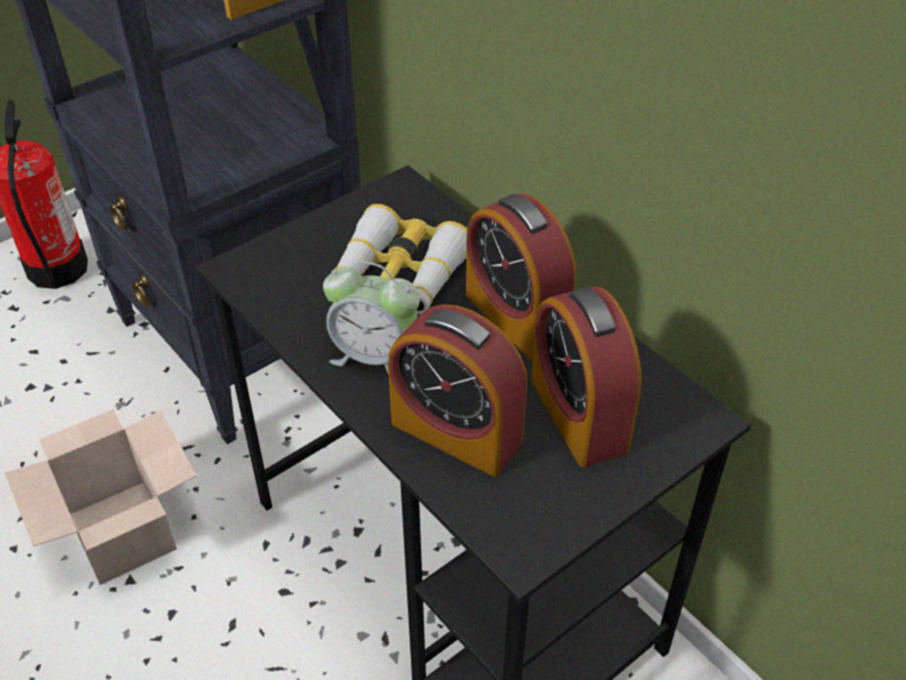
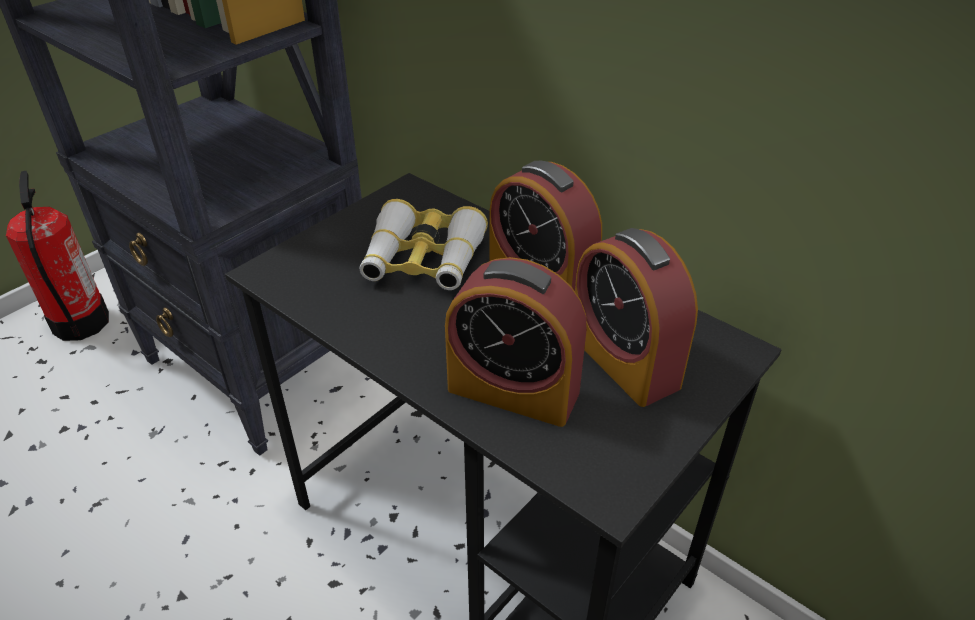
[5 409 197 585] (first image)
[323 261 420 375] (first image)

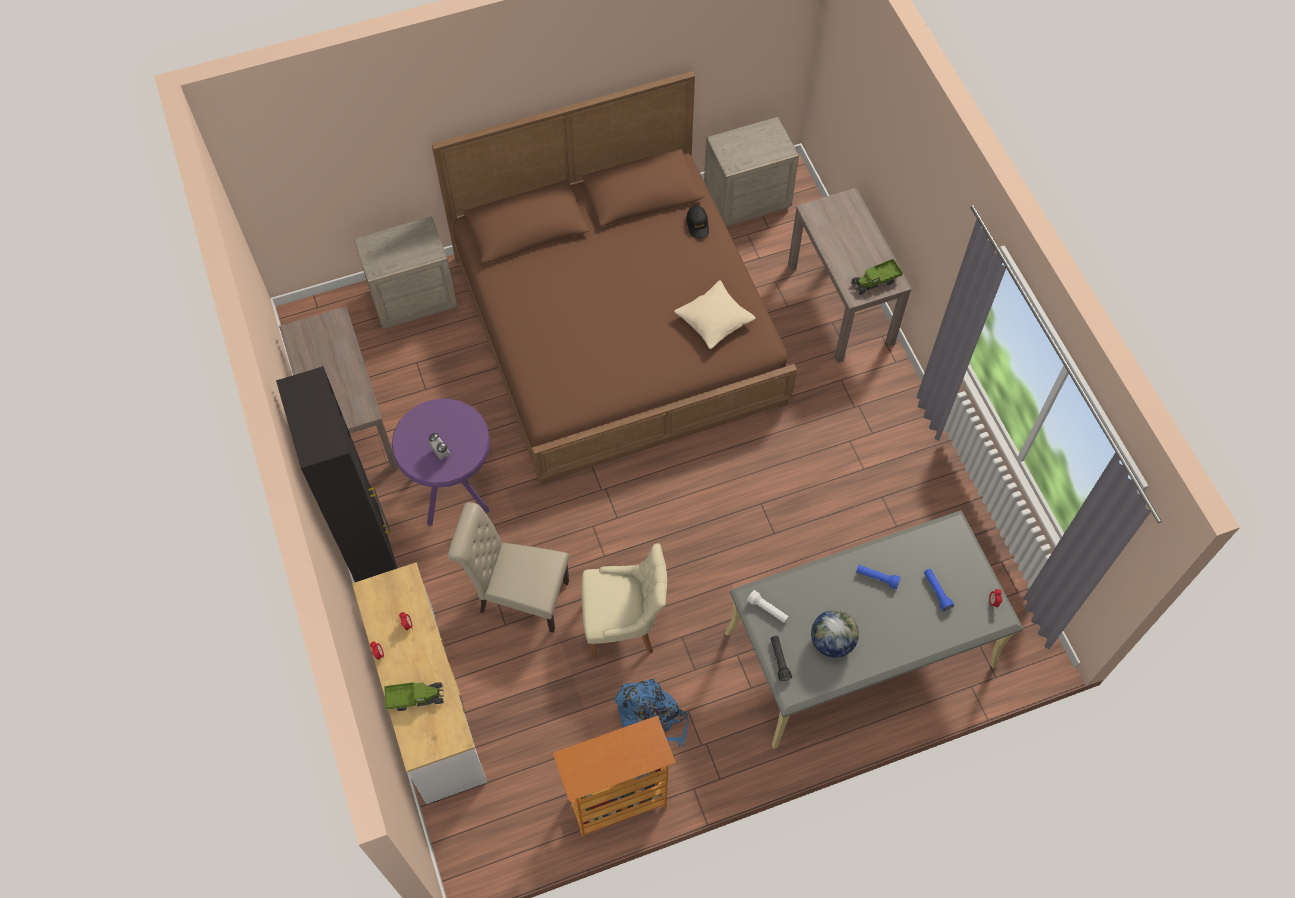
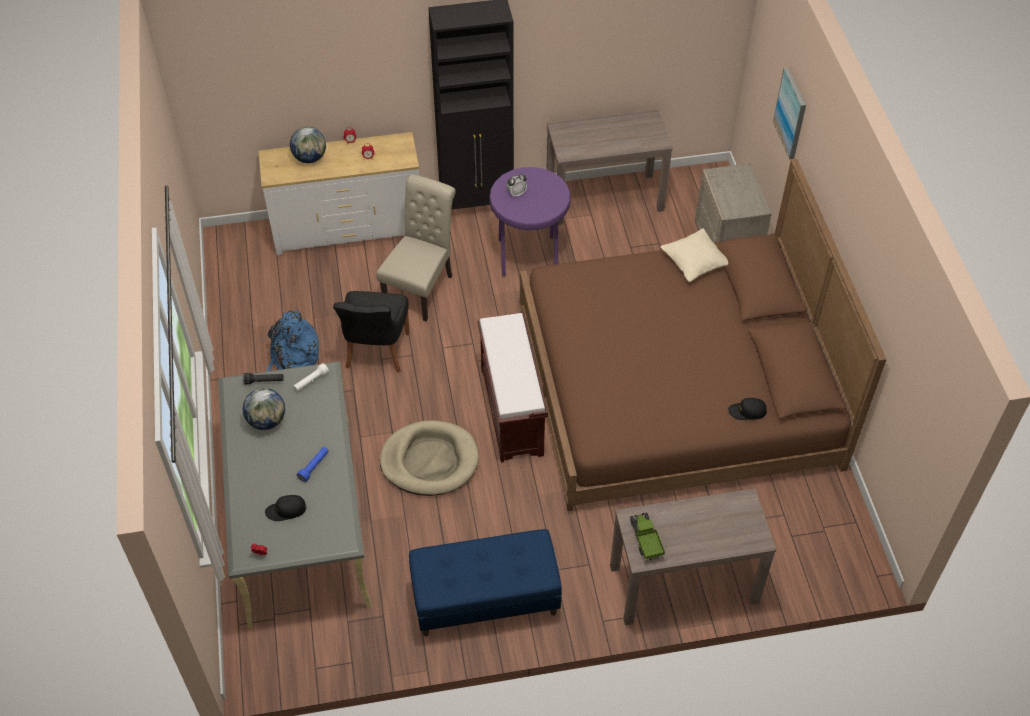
[265 495 307 521]
[290 127 326 163]
[333 291 410 373]
[380 420 479 496]
[409 529 562 636]
[477 312 548 463]
[660 228 728 282]
[773 68 806 159]
[553 715 676 838] (first image)
[704 117 799 227] (first image)

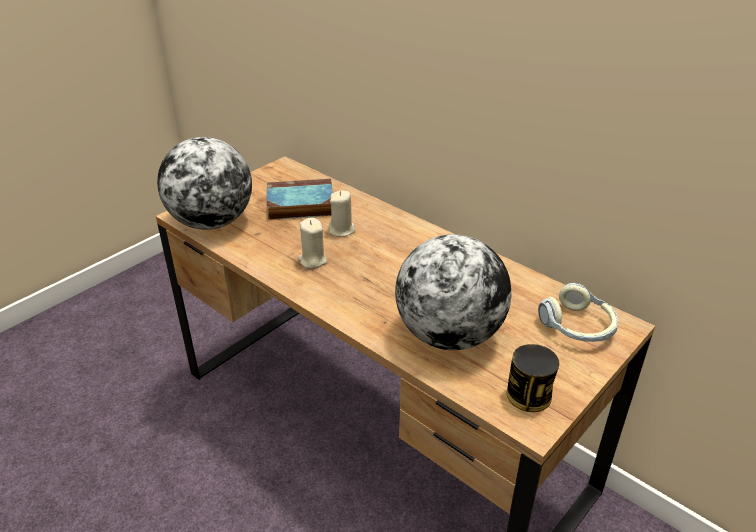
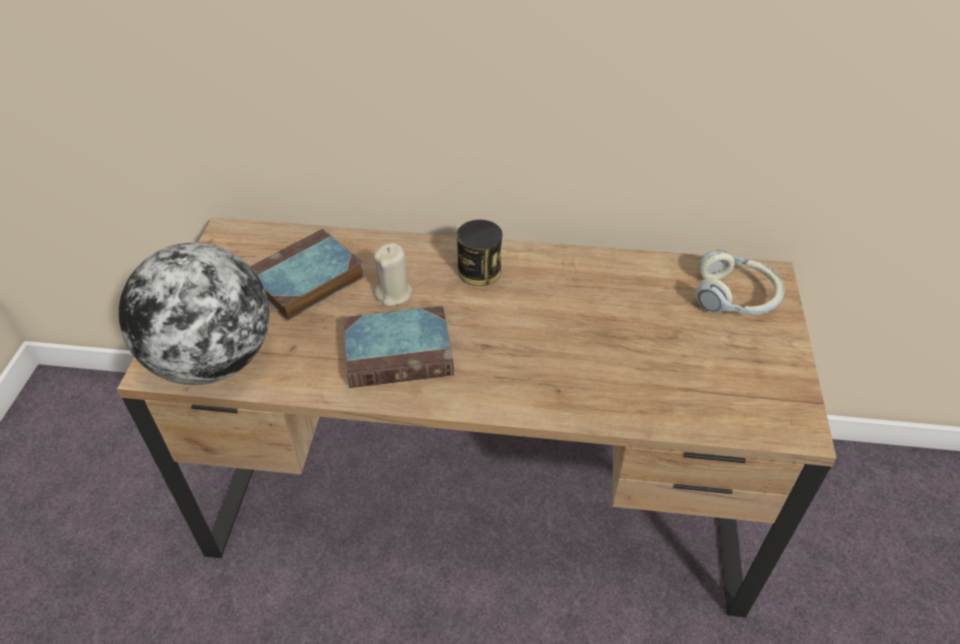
[344 306 454 388]
[457 220 502 286]
[395 234 512 350] (first image)

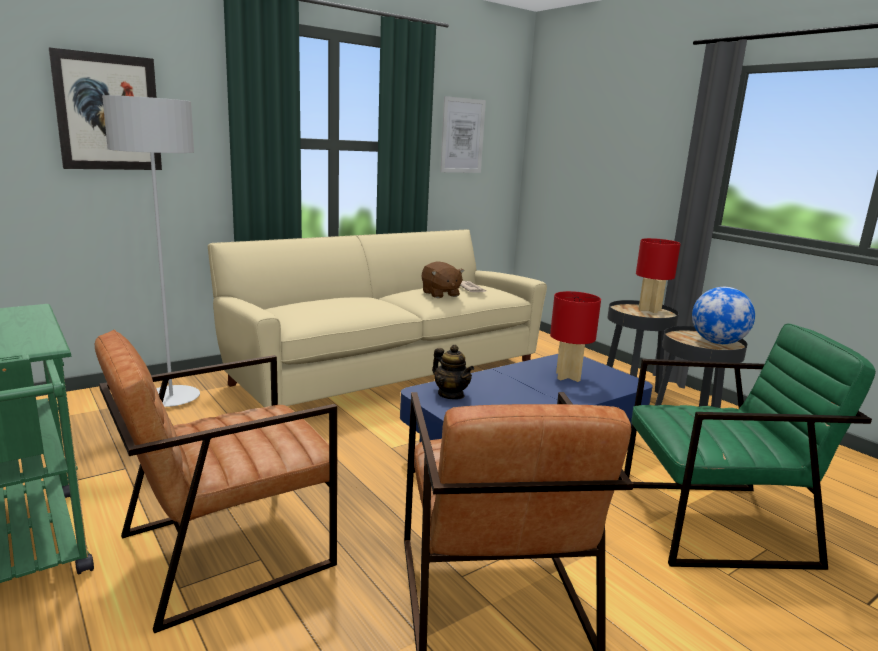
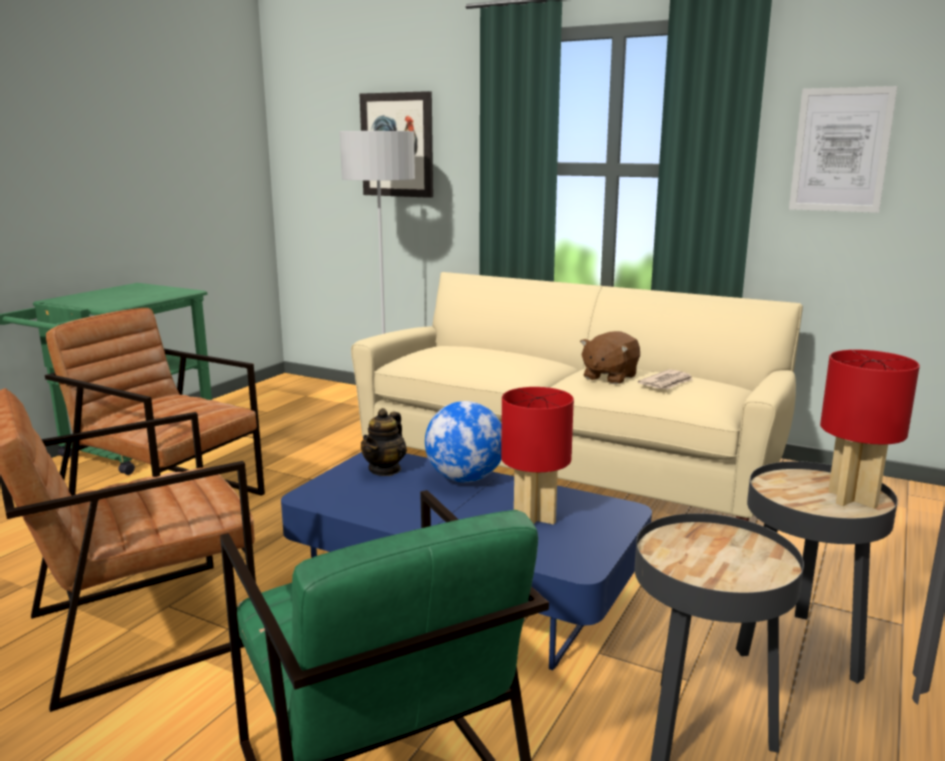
[425 401 502 483]

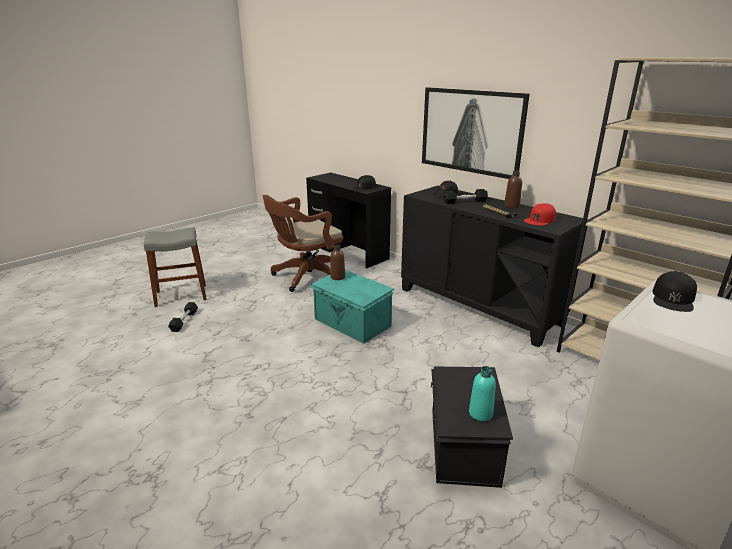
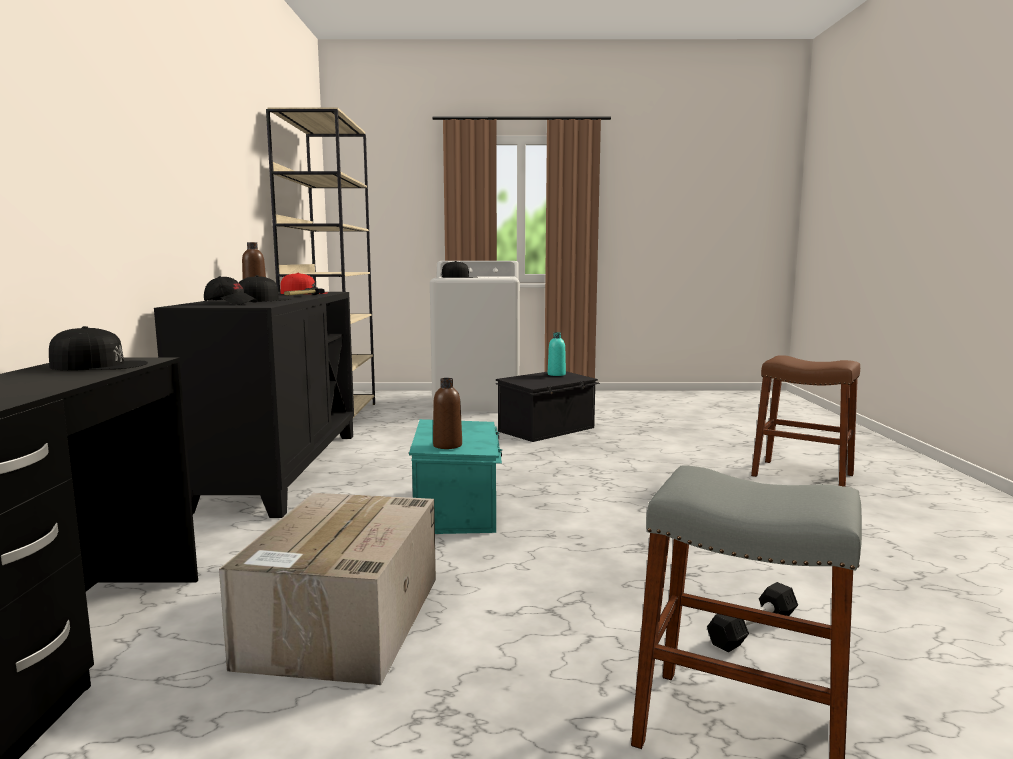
[219 493 436 685]
[239 275 291 302]
[751 355 860 487]
[422 87 530 179] (first image)

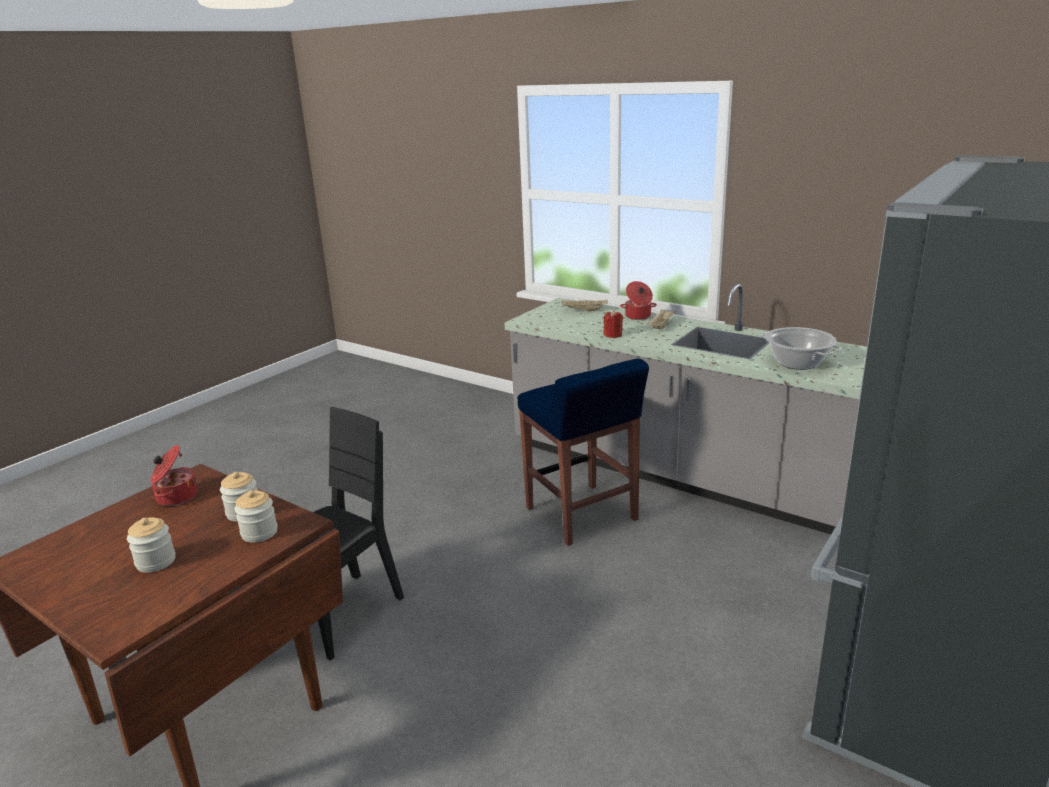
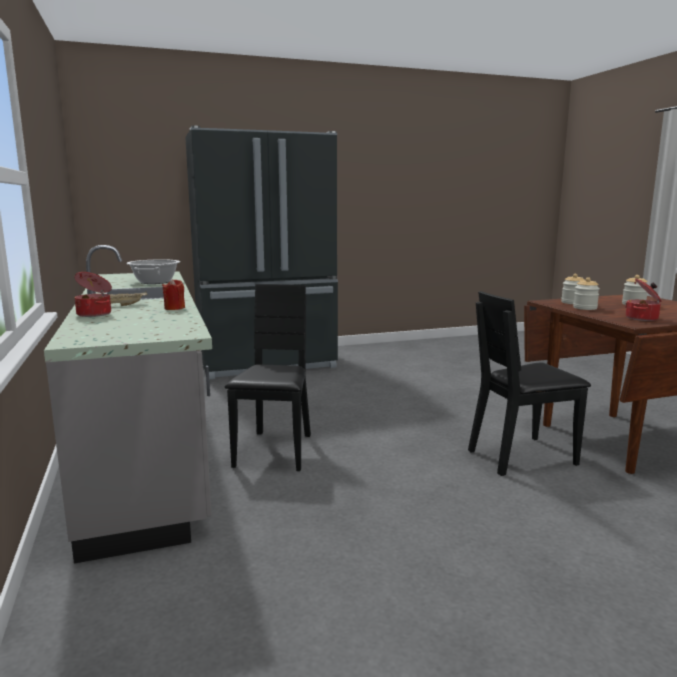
[225 284 311 471]
[562 299 608 312] (first image)

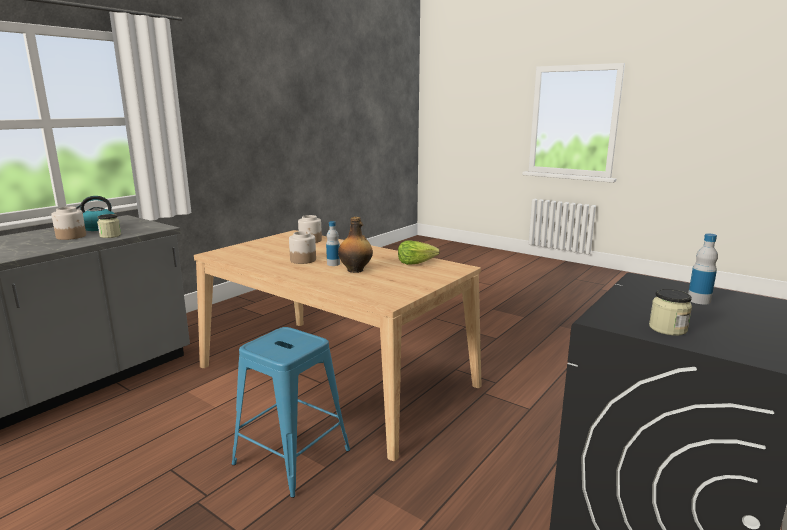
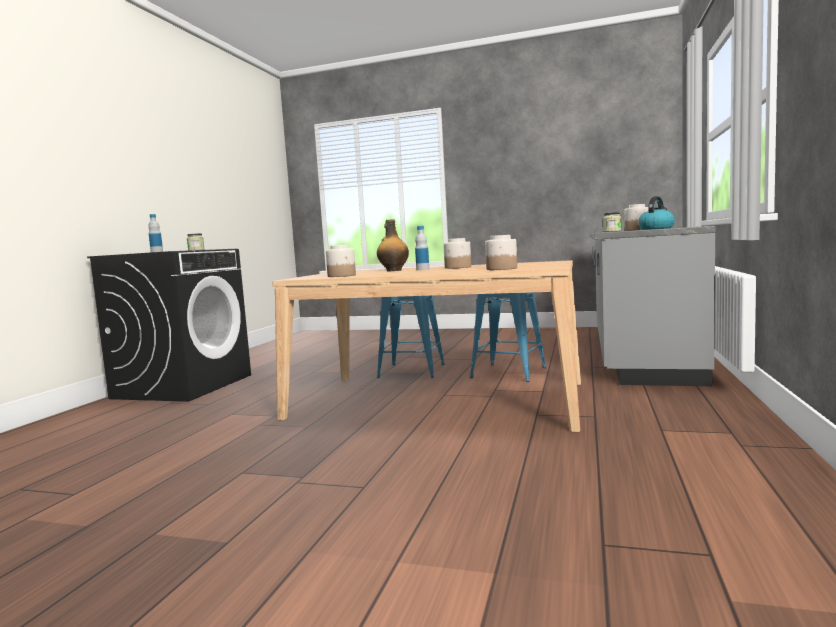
[326 245 356 277]
[470 292 546 382]

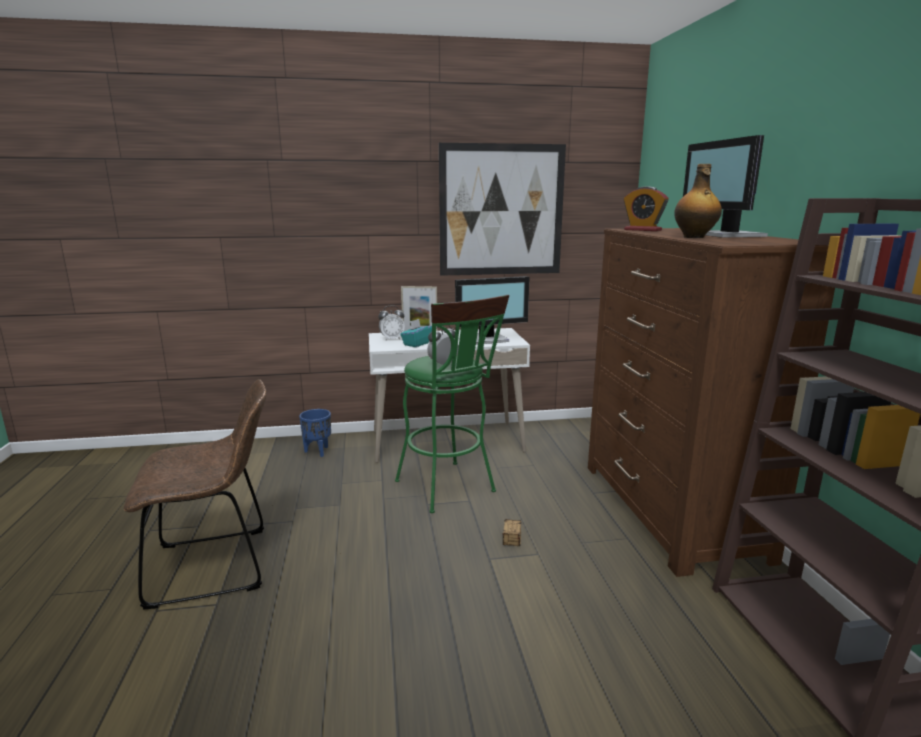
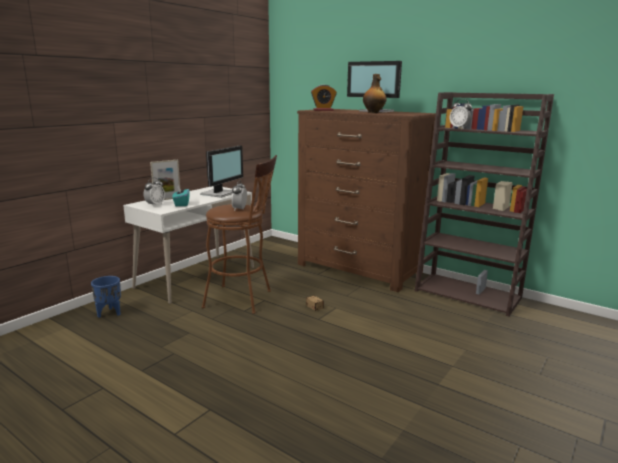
[202 155 277 314]
[450 99 473 129]
[124 379 267 610] (first image)
[439 143 566 276] (first image)

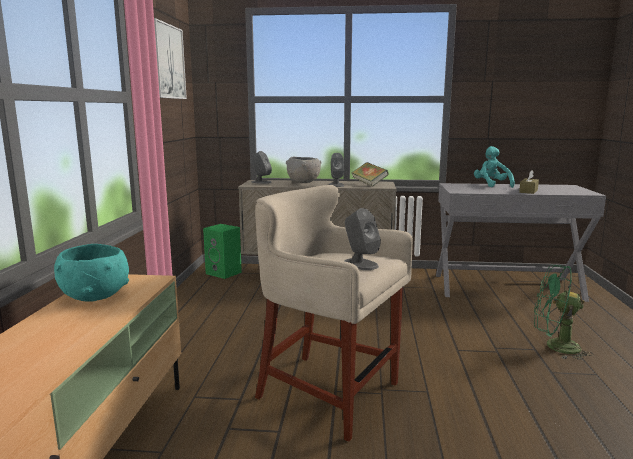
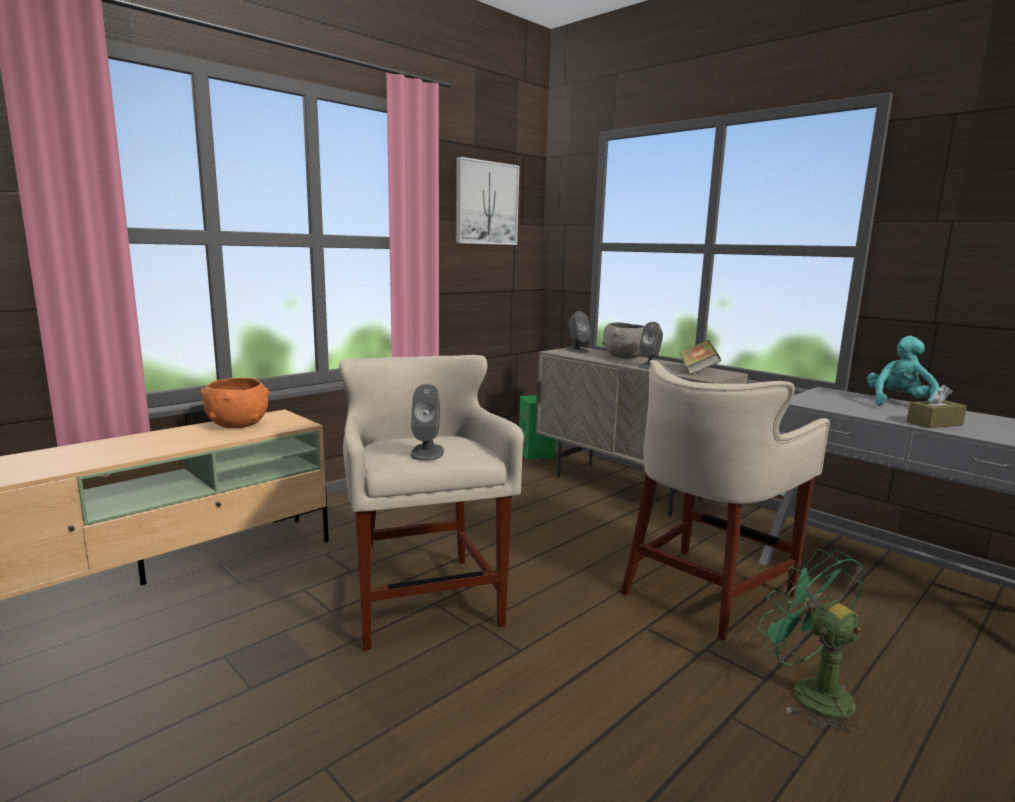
[200 378 270 428]
[621 360 830 641]

